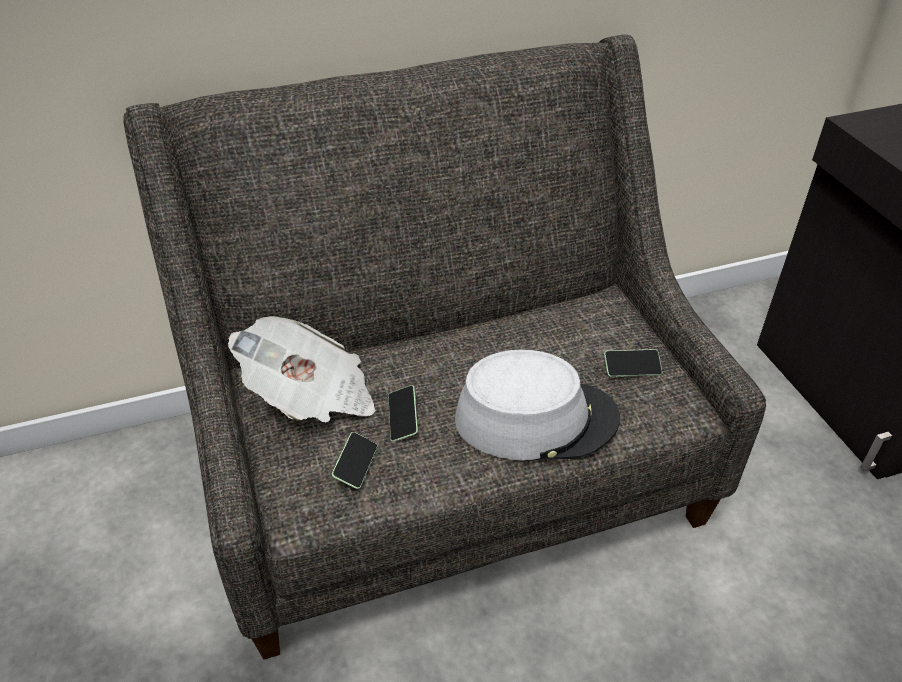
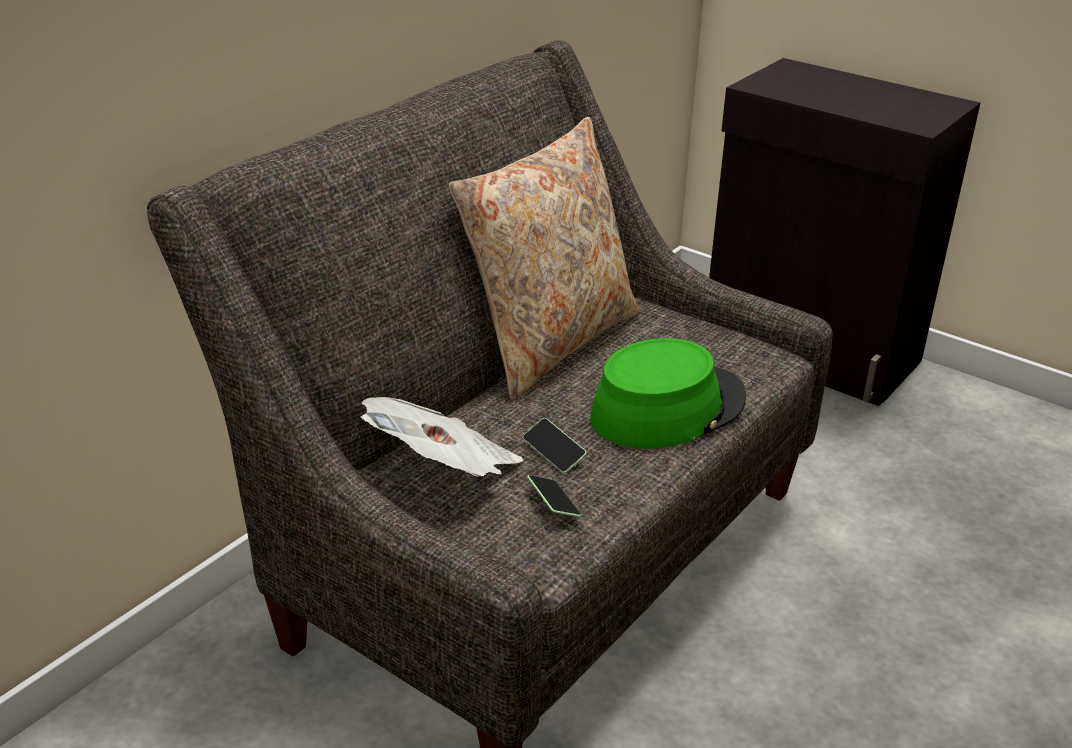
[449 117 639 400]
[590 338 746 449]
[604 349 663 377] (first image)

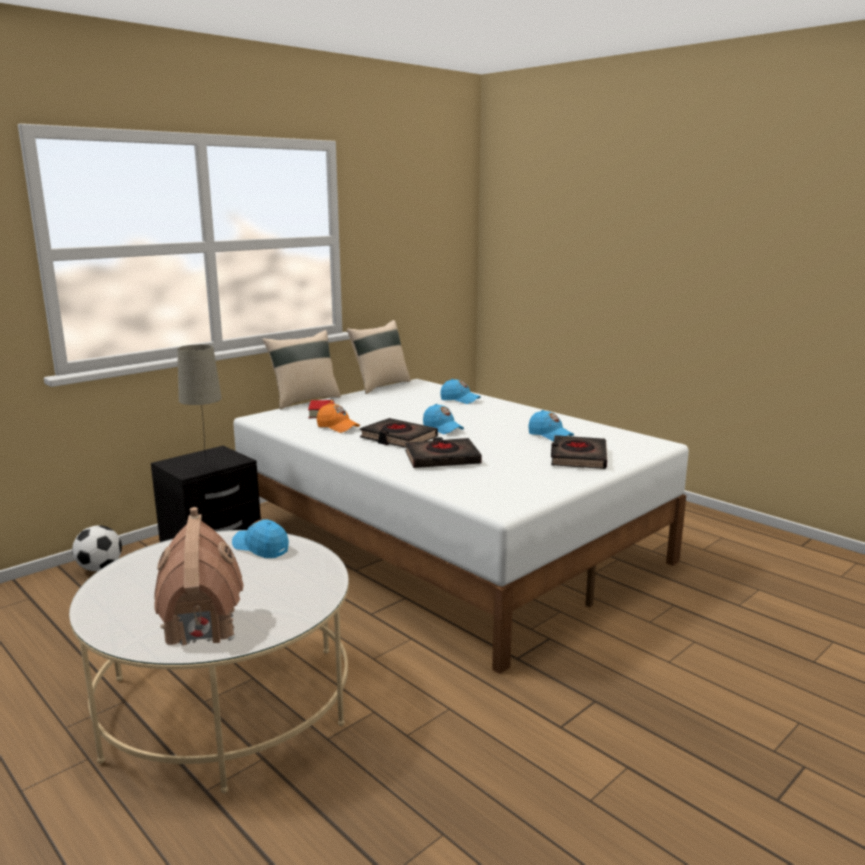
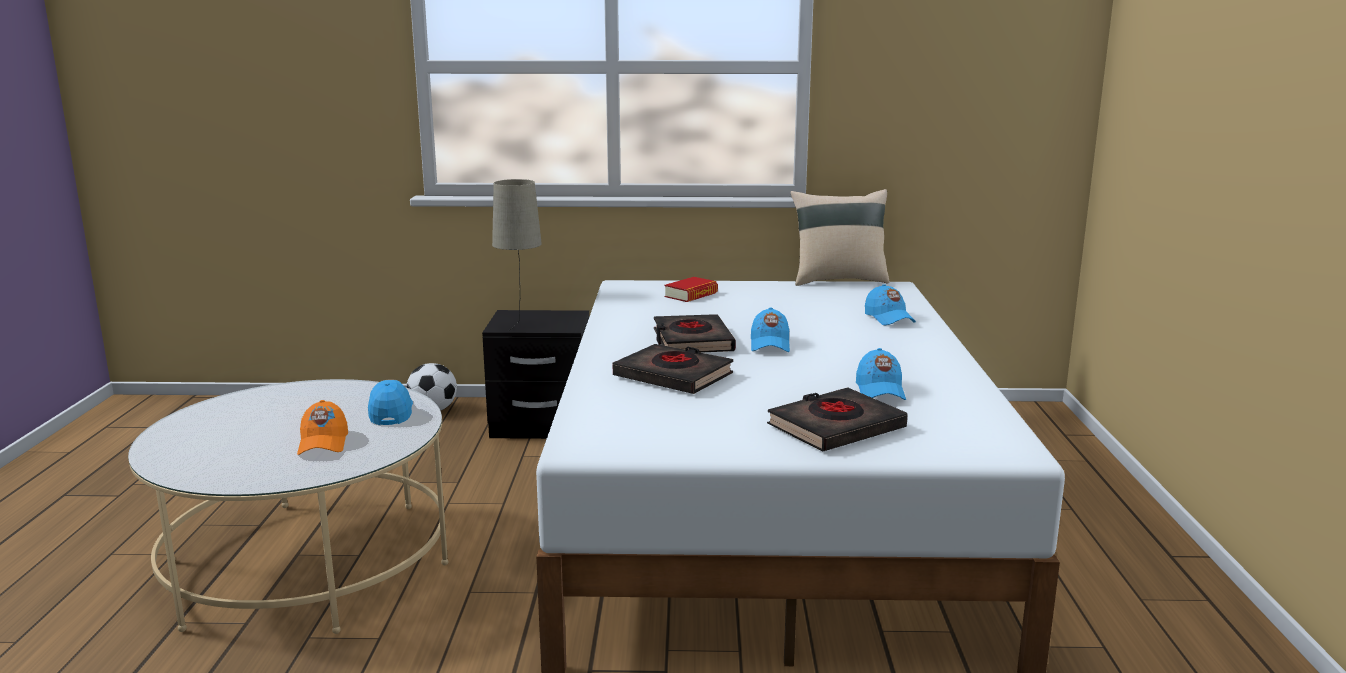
[297 400 348 455]
[154 507 244 648] (first image)
[262 330 341 409] (first image)

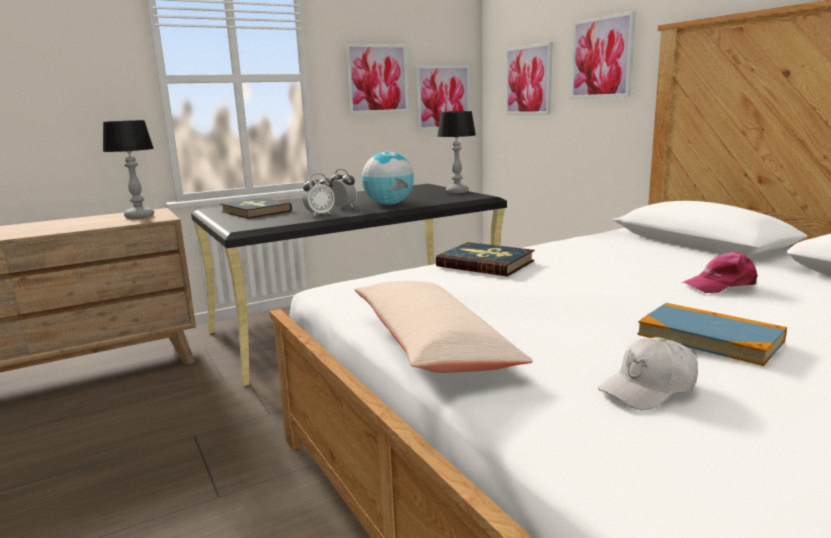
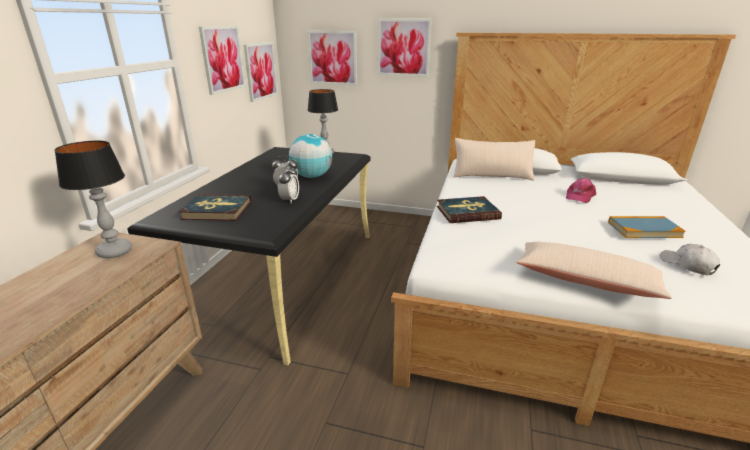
[454 138 535 180]
[660 244 720 275]

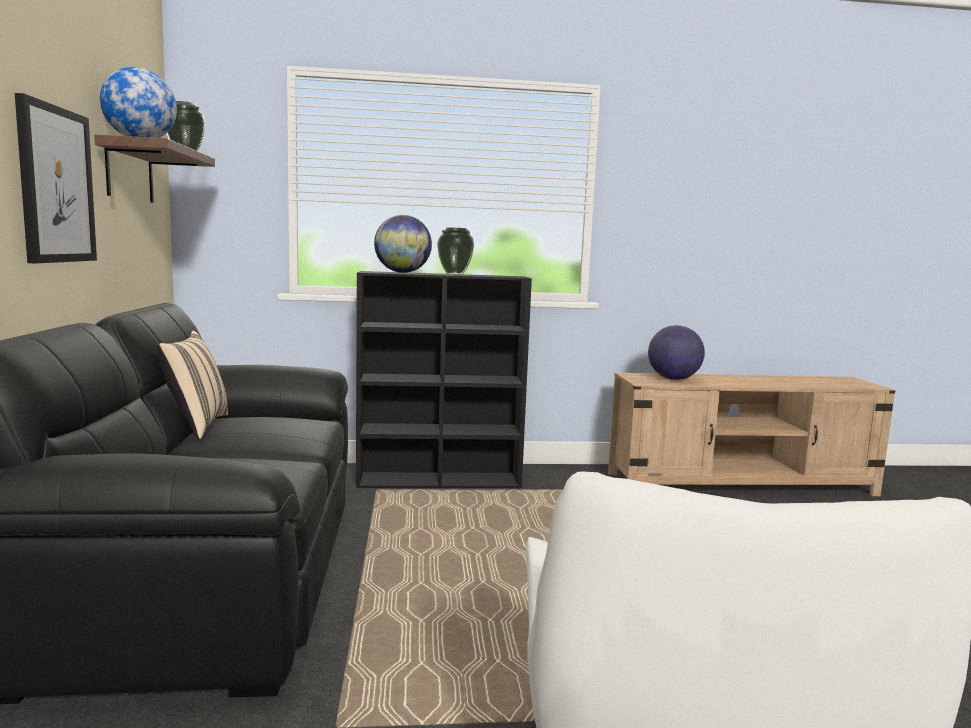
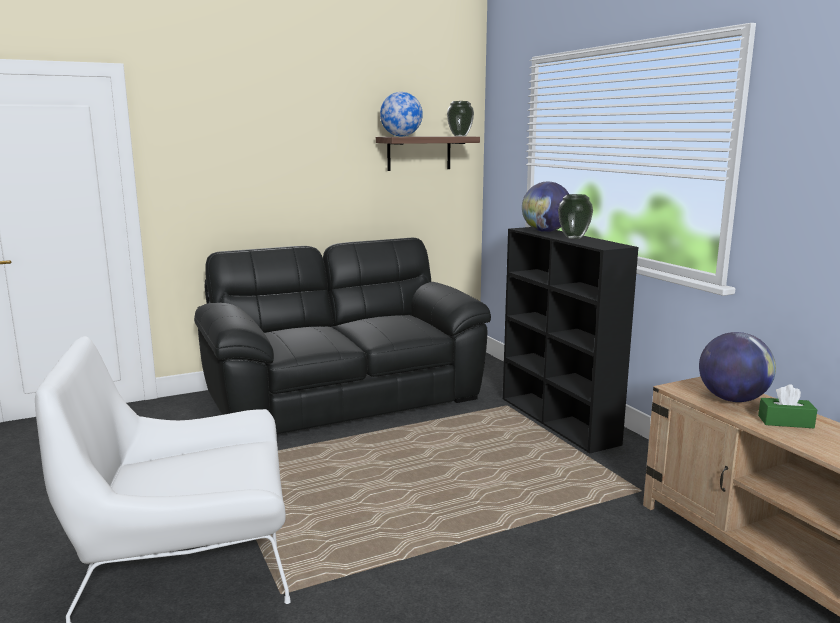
[758 384 817 428]
[15 93 97 263] (first image)
[157 331 228 439] (first image)

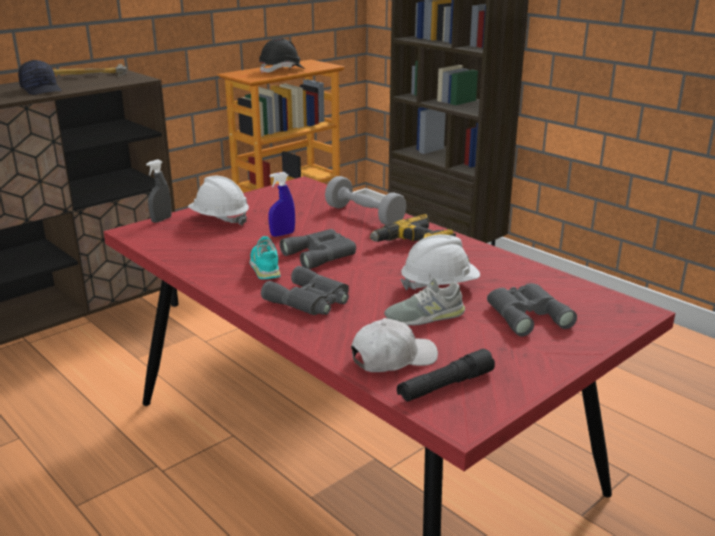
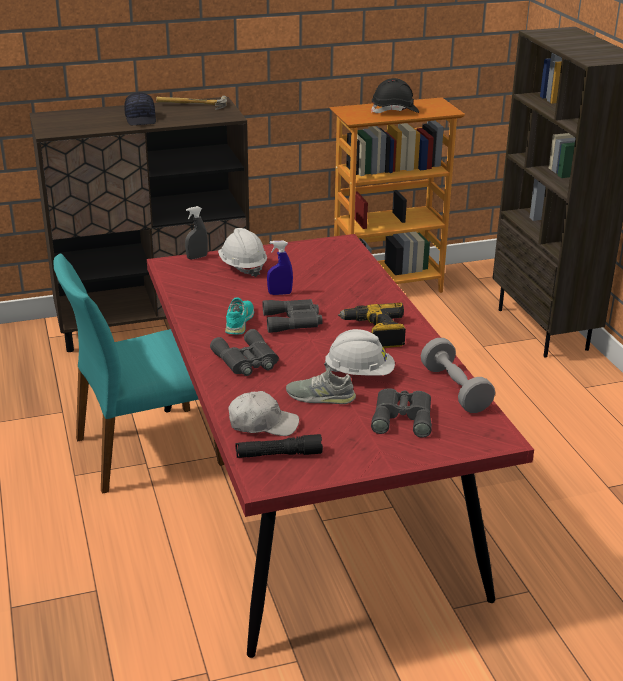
[53 254 224 494]
[421 338 495 413]

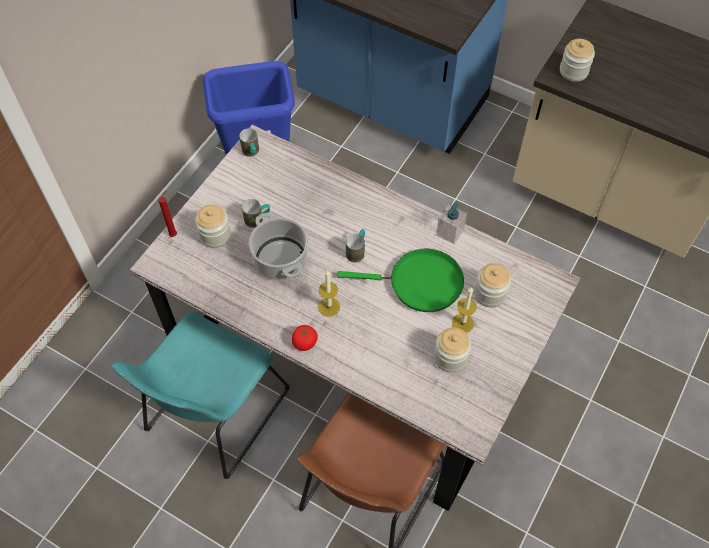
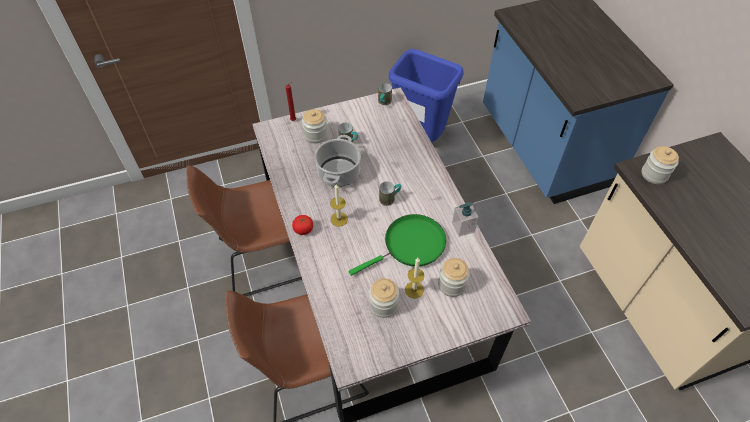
[187 165 302 296]
[349 214 446 276]

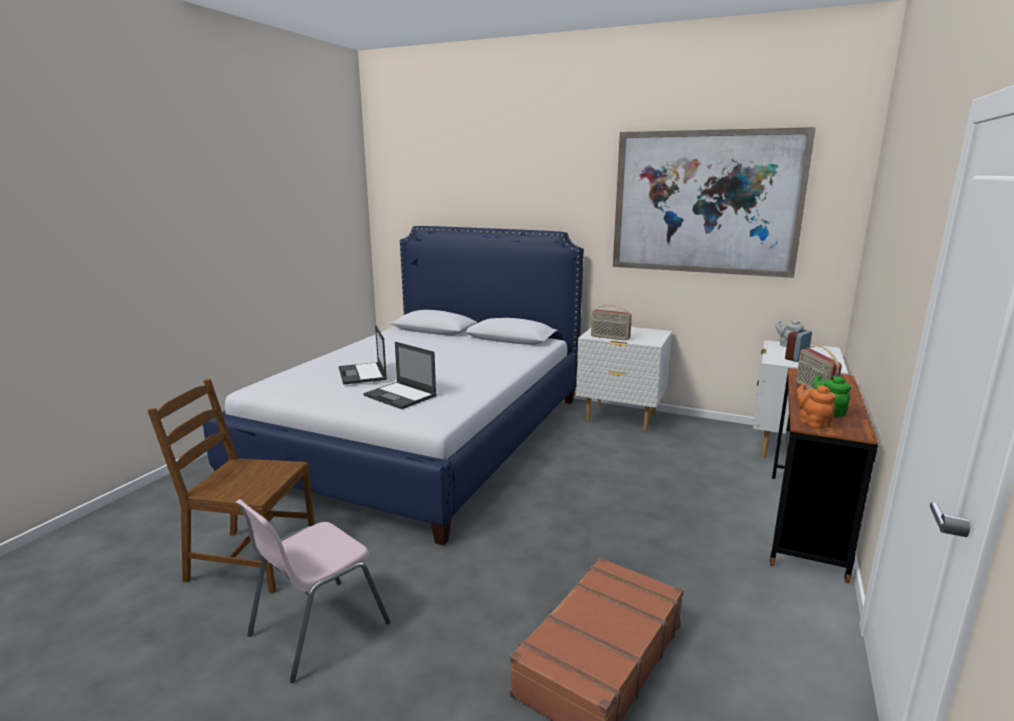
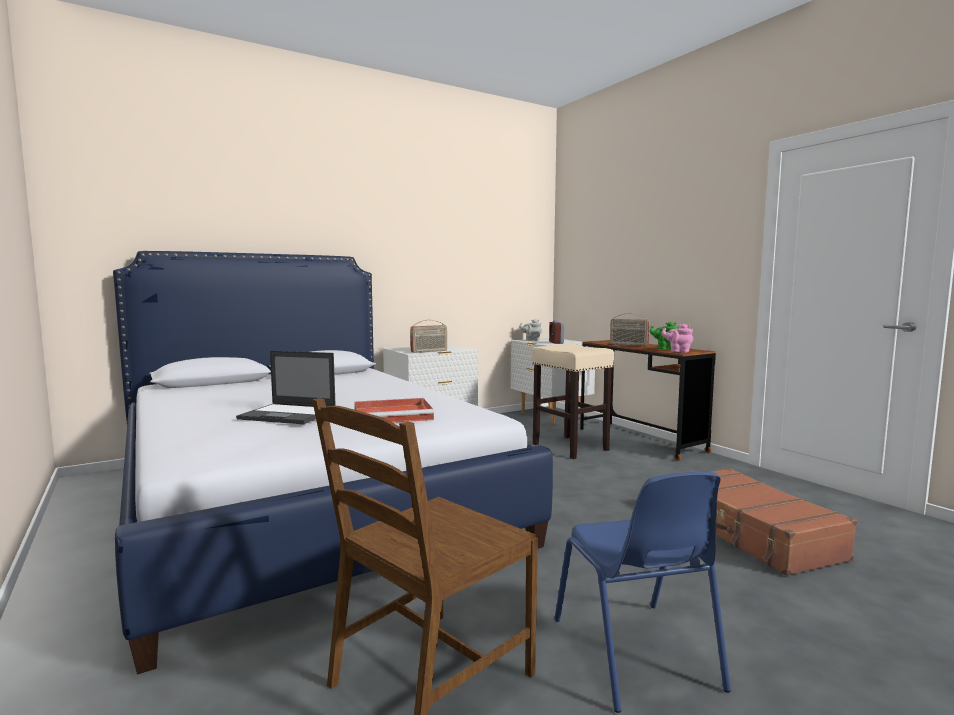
[354 398 434 423]
[532 344 614 459]
[555 472 731 713]
[662 324 693 353]
[613 127 816 278] (first image)

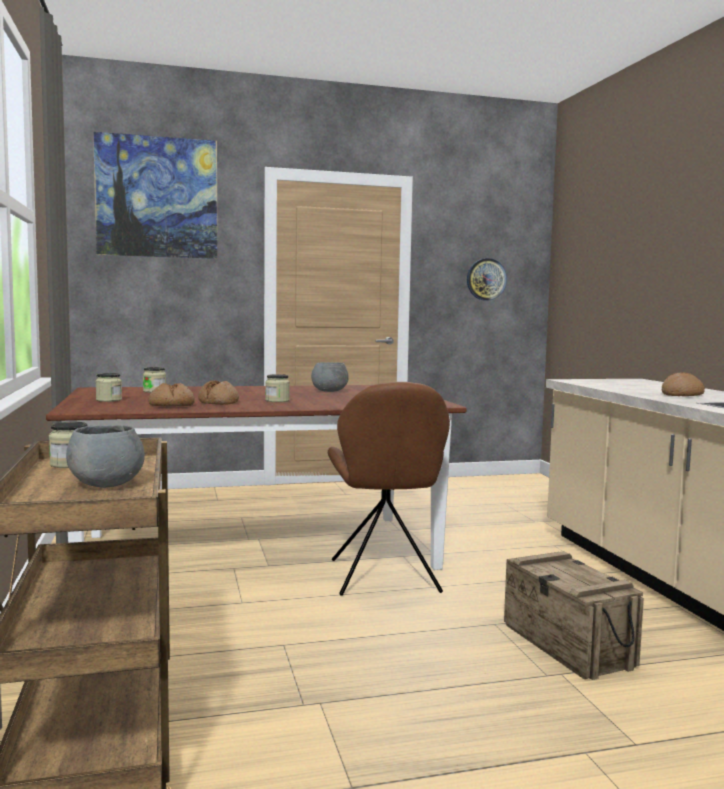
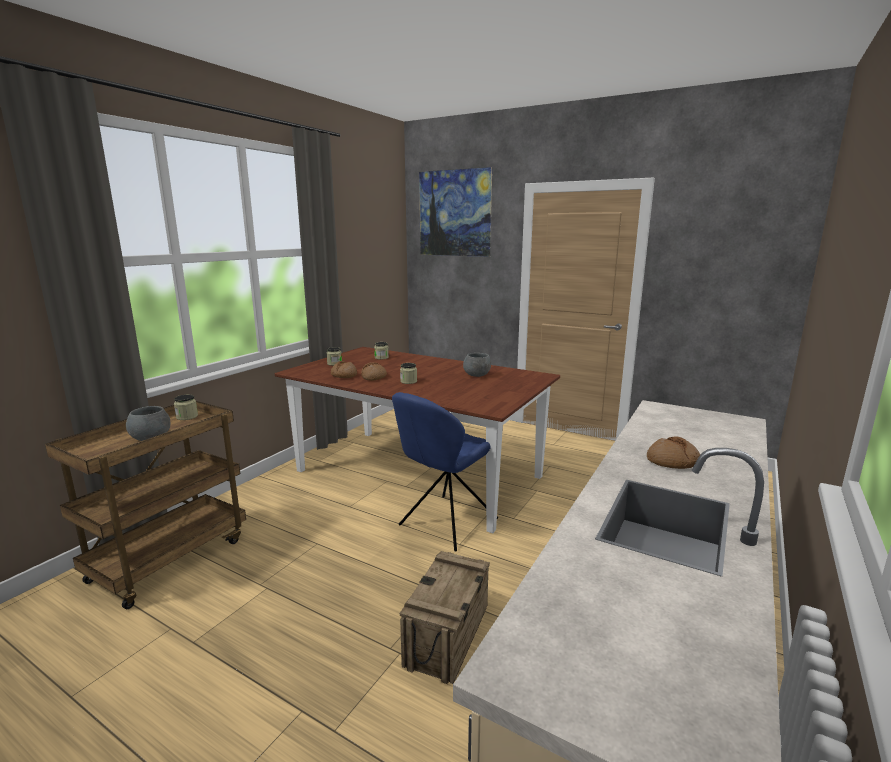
[392 392 498 551]
[467 258 507 301] (first image)

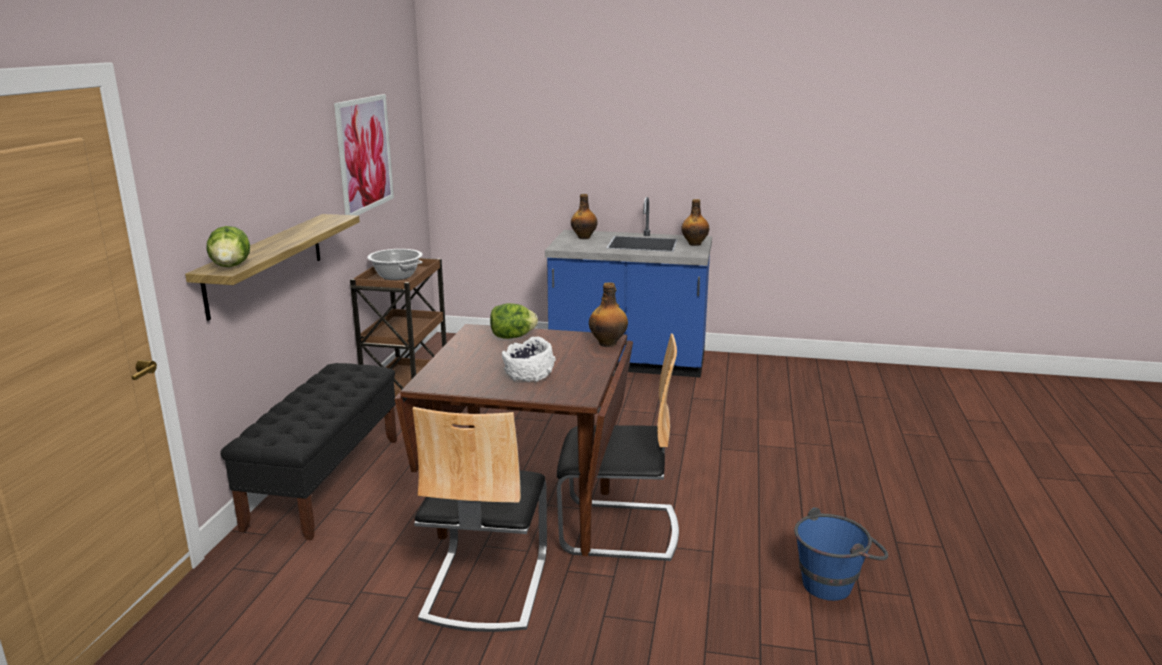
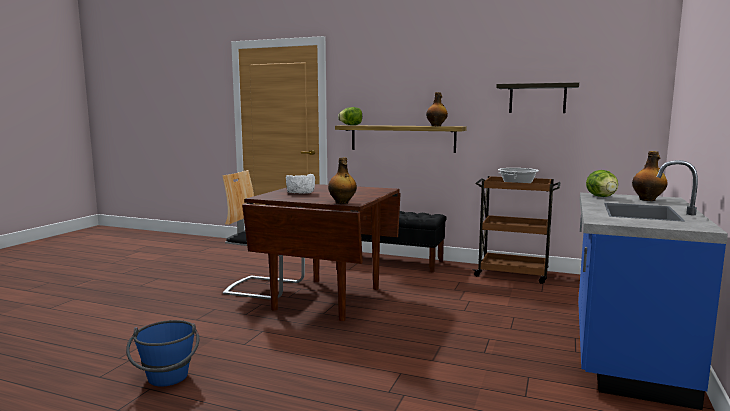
[426 92 448 126]
[496 83 579 113]
[586 170 618 197]
[557 334 679 561] (first image)

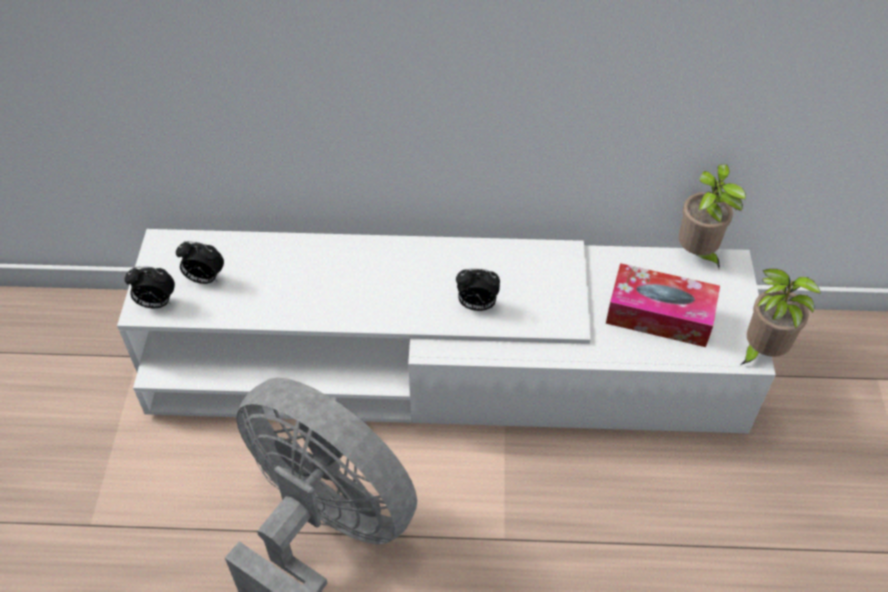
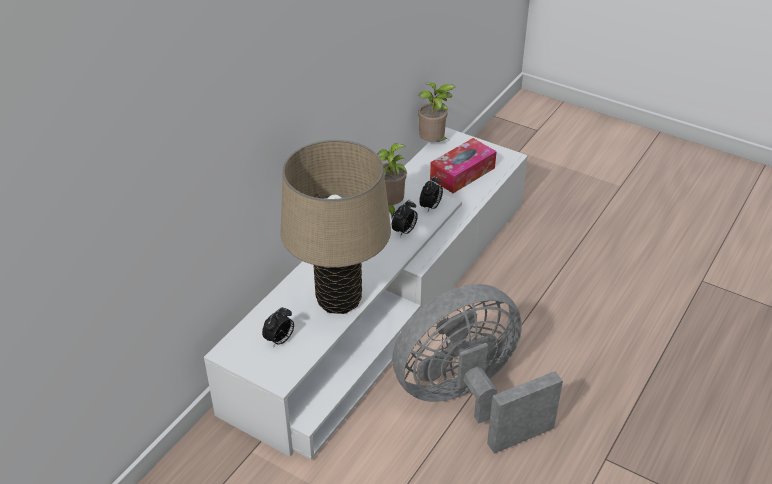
[281 140 391 314]
[377 143 407 219]
[419 175 443 211]

